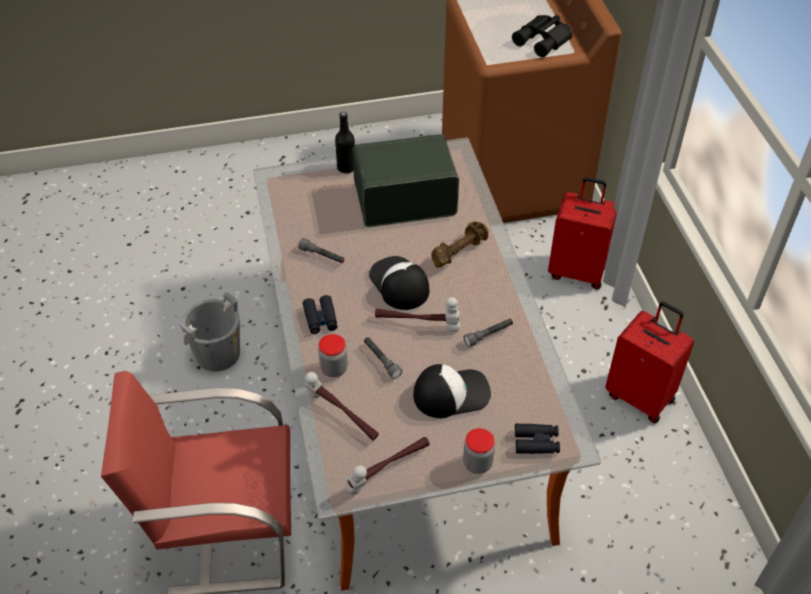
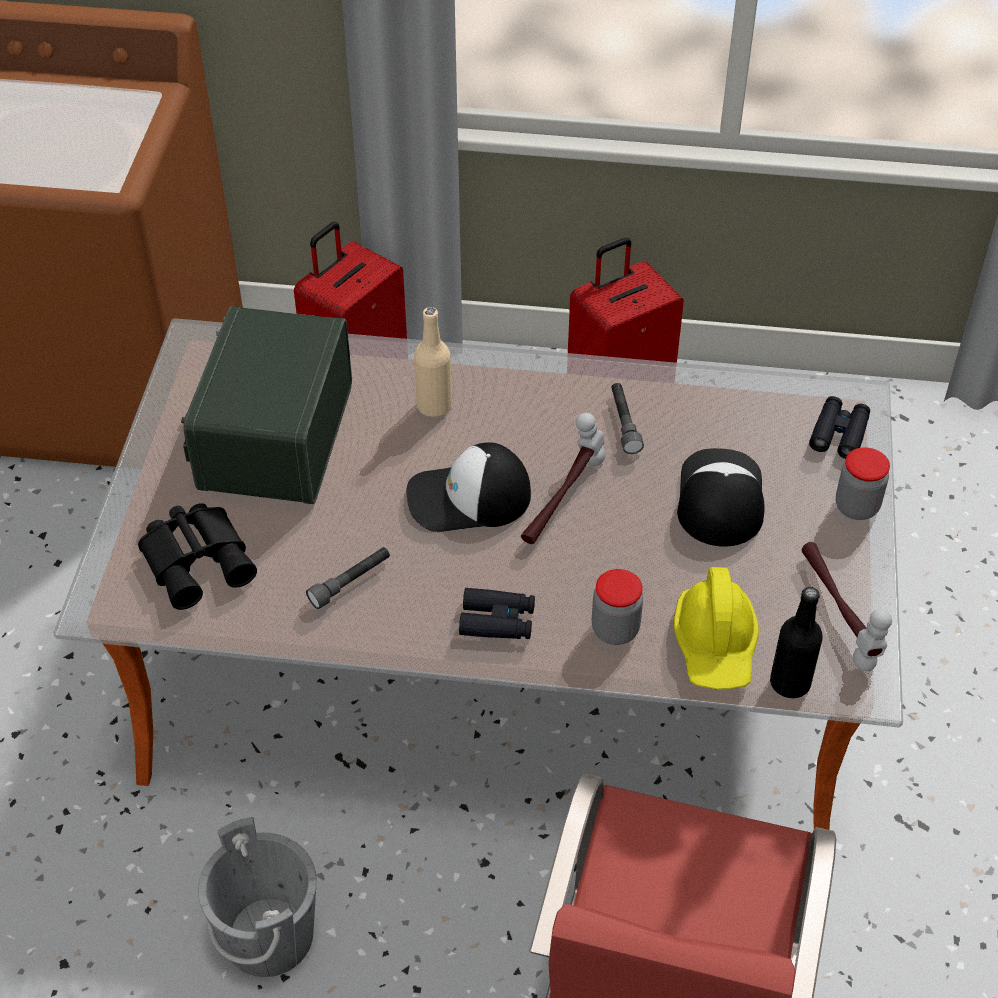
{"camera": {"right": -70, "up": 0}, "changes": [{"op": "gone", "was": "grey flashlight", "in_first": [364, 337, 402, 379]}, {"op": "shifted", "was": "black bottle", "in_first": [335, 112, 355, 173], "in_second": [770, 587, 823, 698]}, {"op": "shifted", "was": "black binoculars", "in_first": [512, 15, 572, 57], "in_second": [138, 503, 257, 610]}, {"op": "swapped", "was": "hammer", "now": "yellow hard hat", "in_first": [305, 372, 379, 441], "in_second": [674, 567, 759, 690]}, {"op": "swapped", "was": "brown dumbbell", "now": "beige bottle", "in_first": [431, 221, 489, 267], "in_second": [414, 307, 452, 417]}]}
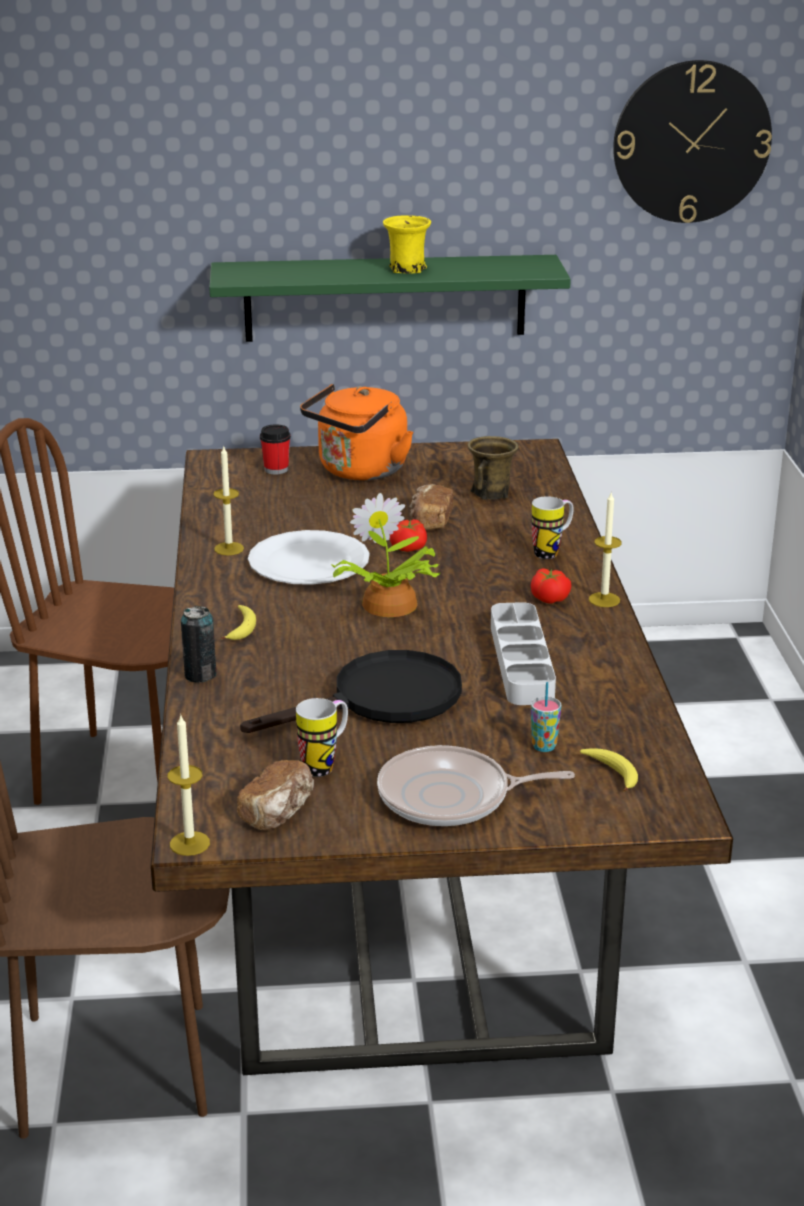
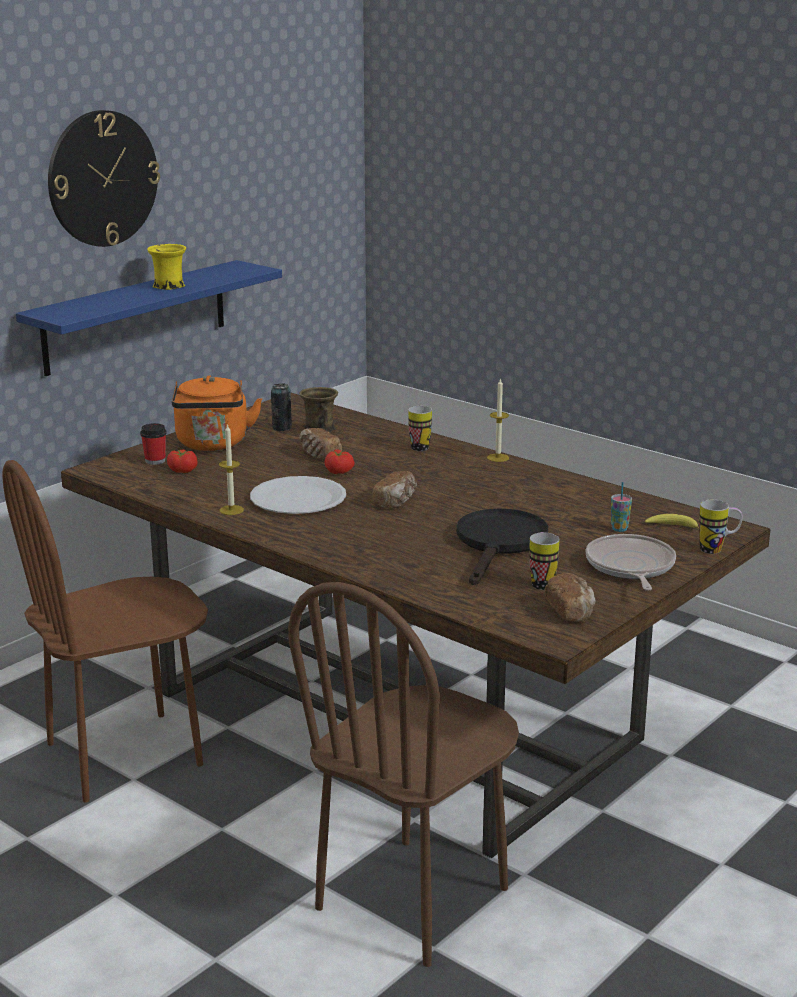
{"camera": {"right": -45, "up": -5}, "changes": [{"op": "gone", "was": "candle", "in_first": [168, 714, 210, 856]}, {"op": "gone", "was": "banana", "in_first": [221, 605, 256, 640]}, {"op": "gone", "was": "grey tray", "in_first": [491, 602, 556, 705]}, {"op": "new", "now": "mug", "in_second": [699, 500, 742, 554]}, {"op": "shifted", "was": "can", "in_first": [181, 606, 216, 683], "in_second": [271, 383, 292, 431]}, {"op": "shifted", "was": "tomato", "in_first": [531, 568, 571, 604], "in_second": [167, 449, 197, 473]}, {"op": "shifted", "was": "wall clock", "in_first": [613, 60, 772, 223], "in_second": [48, 110, 160, 247]}, {"op": "swapped", "was": "potted plant", "now": "bread", "in_first": [331, 493, 441, 617], "in_second": [372, 471, 417, 509]}, {"op": "repainted", "was": "green shelf", "now": "blue shelf", "in_first": [209, 255, 571, 342], "in_second": [16, 260, 282, 376]}, {"op": "rotated", "was": "frying pan", "in_first": [377, 745, 575, 826], "in_second": [585, 534, 676, 590], "clockwise": 135}]}
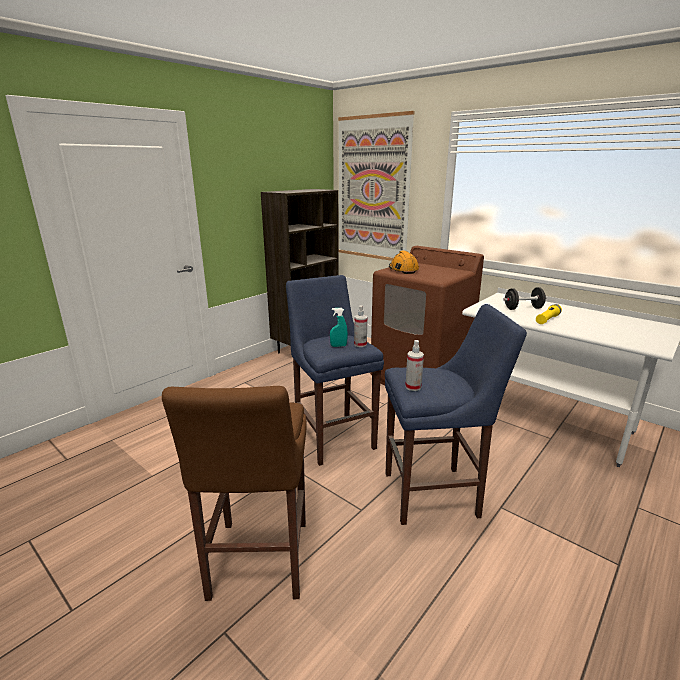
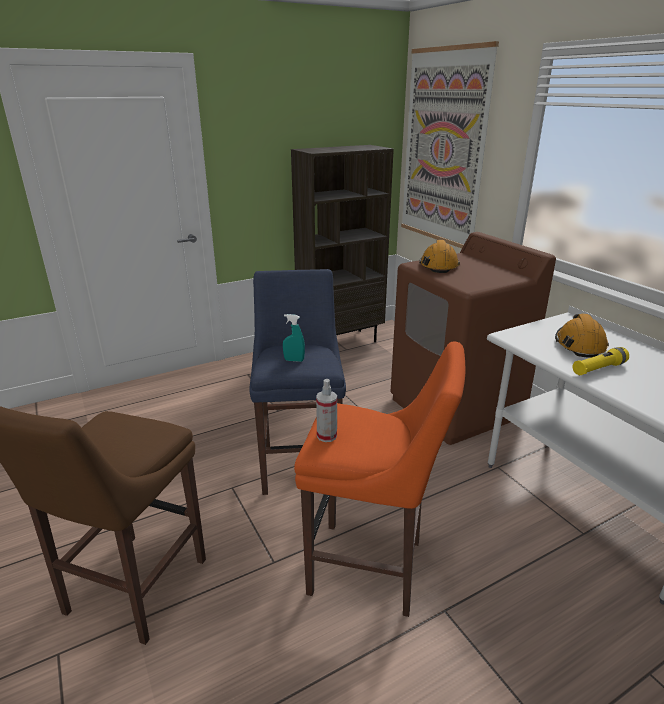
{"camera": {"right": 20, "up": 5}, "changes": [{"op": "gone", "was": "spray bottle", "in_first": [354, 305, 367, 347]}, {"op": "swapped", "was": "black dumbbell", "now": "orange hard hat", "in_first": [503, 287, 547, 310], "in_second": [555, 314, 609, 358]}, {"op": "repainted", "was": "blue stool", "now": "orange stool", "in_first": [385, 304, 527, 525], "in_second": [294, 342, 465, 617]}]}
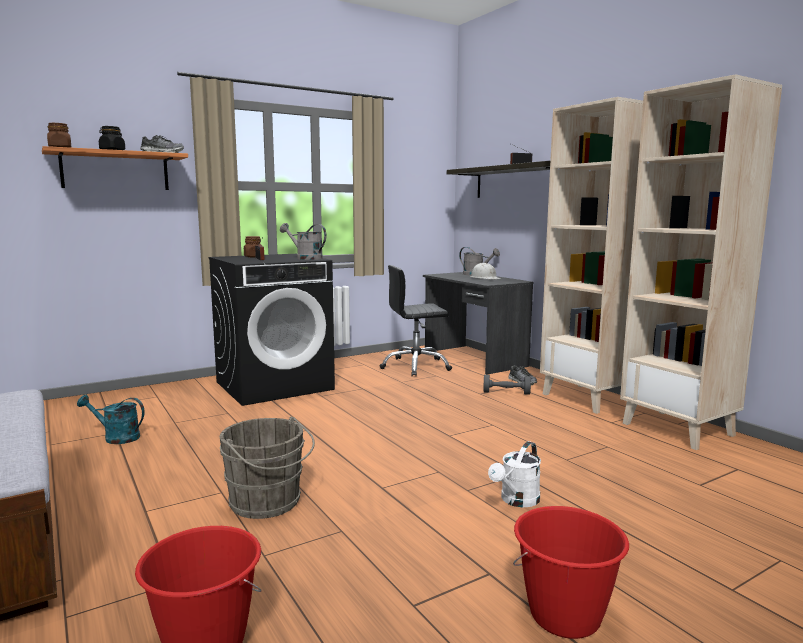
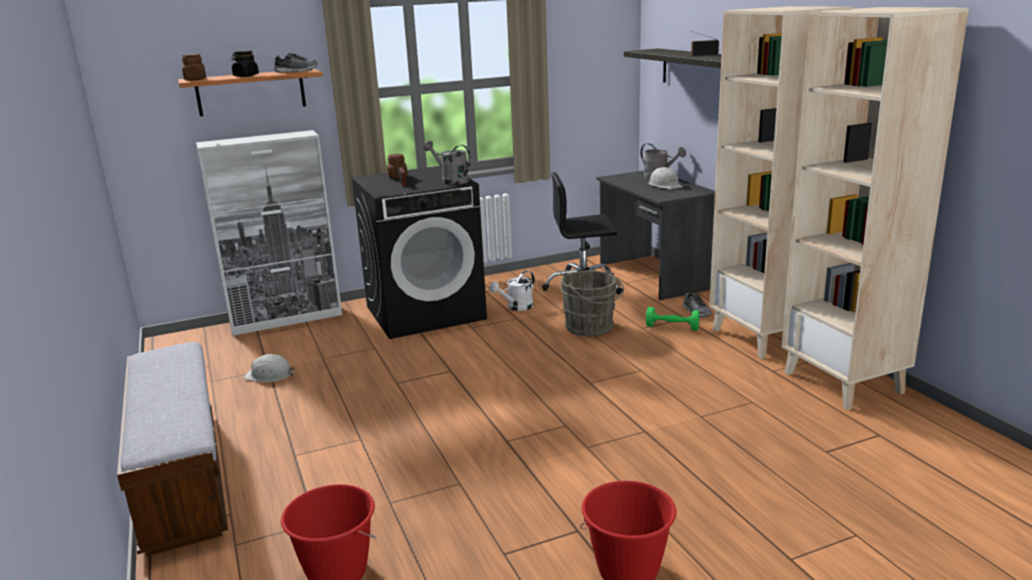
{"camera": {"right": 10, "up": 10}, "changes": [{"op": "new", "now": "white cabinet", "in_second": [196, 130, 342, 336]}, {"op": "shifted", "was": "grey bucket", "in_first": [220, 417, 315, 519], "in_second": [560, 270, 624, 336]}, {"op": "shifted", "was": "white watering can", "in_first": [488, 441, 541, 507], "in_second": [490, 270, 535, 311]}, {"op": "swapped", "was": "turquoise watering can", "now": "white hard hat", "in_first": [77, 395, 145, 444], "in_second": [244, 354, 295, 382]}, {"op": "repainted", "was": "grey dumbbell", "now": "green dumbbell", "in_first": [483, 375, 531, 395], "in_second": [646, 307, 700, 331]}]}
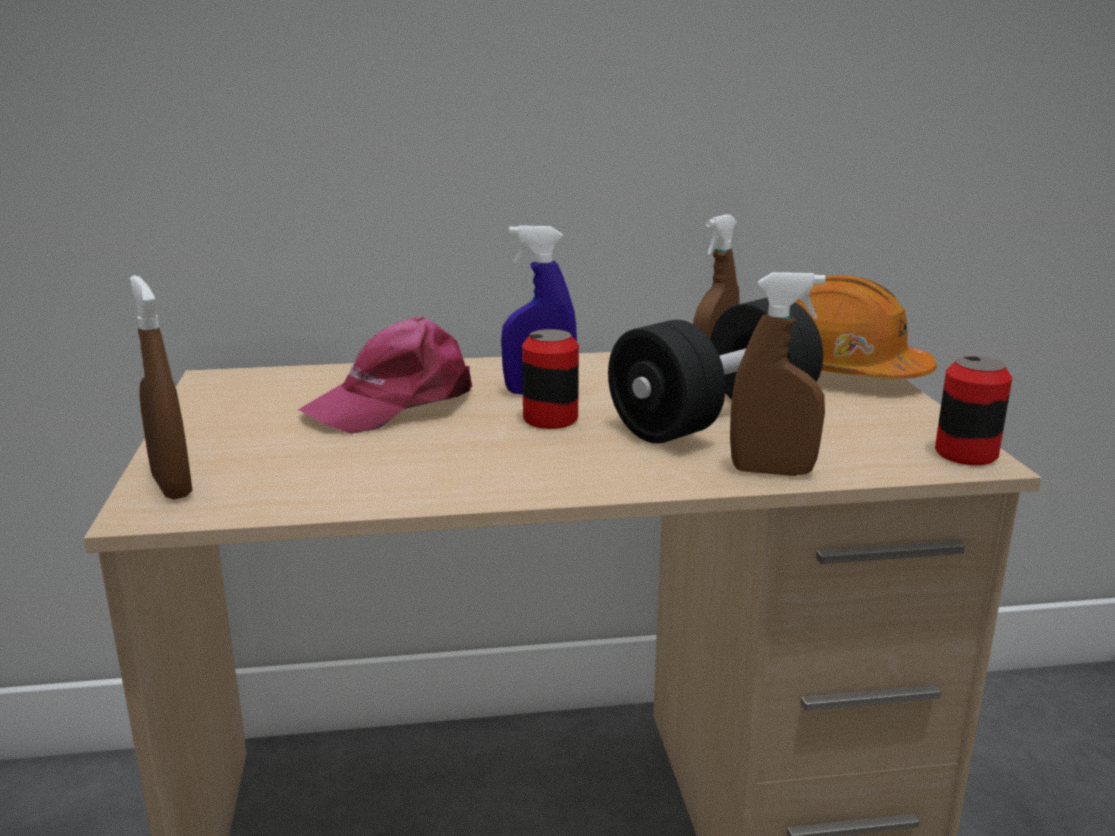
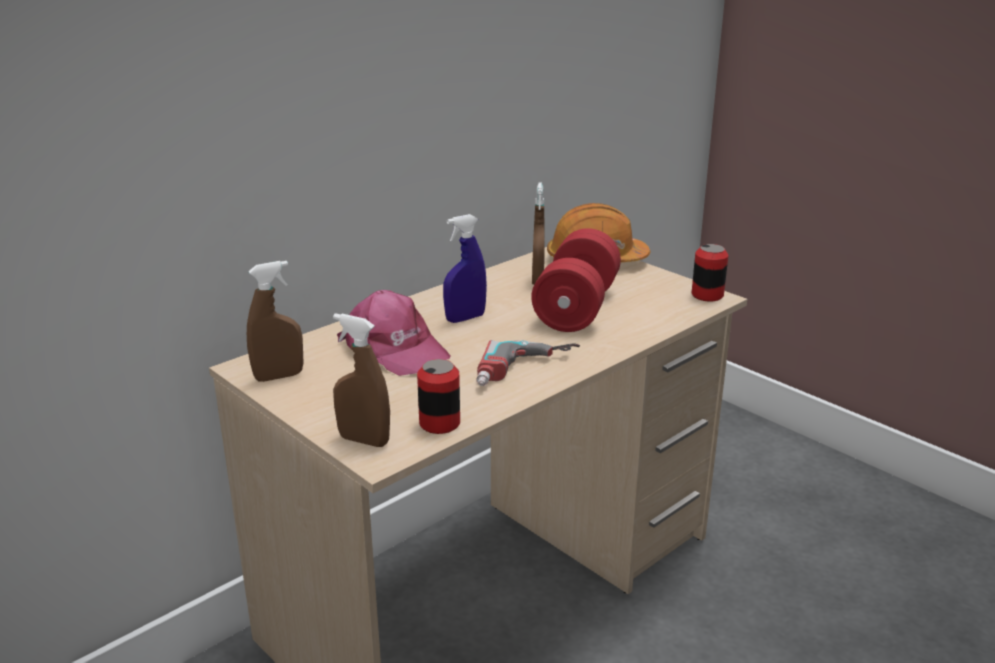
{"camera": {"right": -35, "up": 5}, "changes": [{"op": "new", "now": "power drill", "in_second": [476, 340, 580, 386]}, {"op": "shifted", "was": "can", "in_first": [522, 329, 579, 429], "in_second": [417, 359, 460, 434]}, {"op": "shifted", "was": "brown spray bottle", "in_first": [730, 272, 825, 476], "in_second": [247, 261, 304, 382]}, {"op": "repainted", "was": "black dumbbell", "now": "red dumbbell", "in_first": [608, 298, 823, 443], "in_second": [531, 228, 621, 332]}, {"op": "rotated", "was": "pink cap", "in_first": [298, 316, 472, 434], "in_second": [337, 290, 450, 376], "clockwise": -60}]}
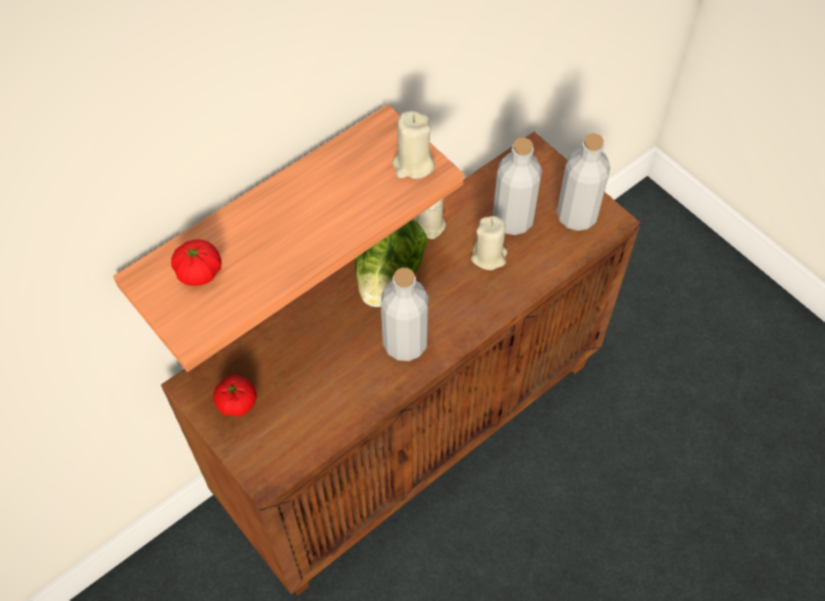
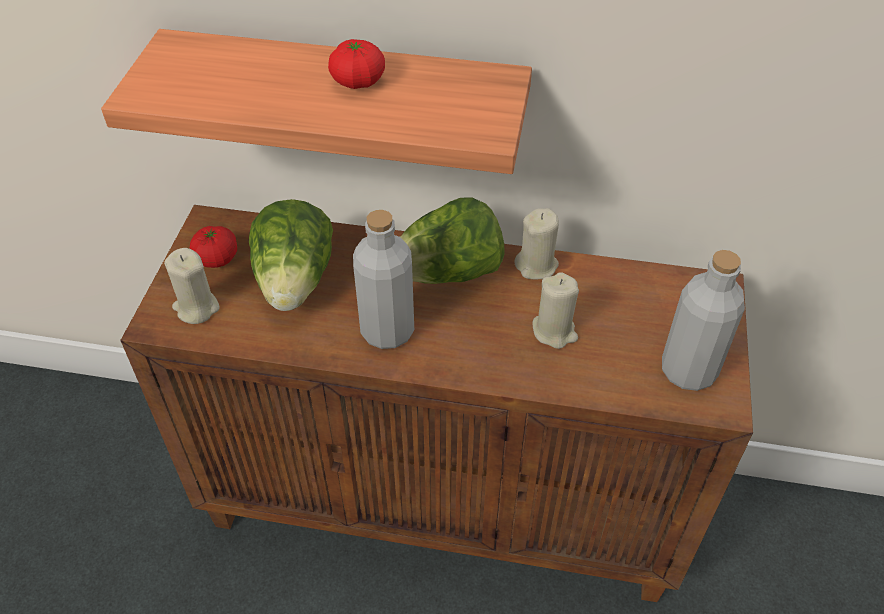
{"camera": {"right": 50, "up": -10}, "changes": [{"op": "gone", "was": "grey bottle", "in_first": [493, 137, 542, 235]}, {"op": "new", "now": "lettuce", "in_second": [249, 199, 333, 311]}, {"op": "shifted", "was": "tomato", "in_first": [171, 239, 222, 286], "in_second": [328, 39, 385, 89]}, {"op": "shifted", "was": "beige candle", "in_first": [392, 111, 435, 179], "in_second": [164, 248, 220, 324]}]}
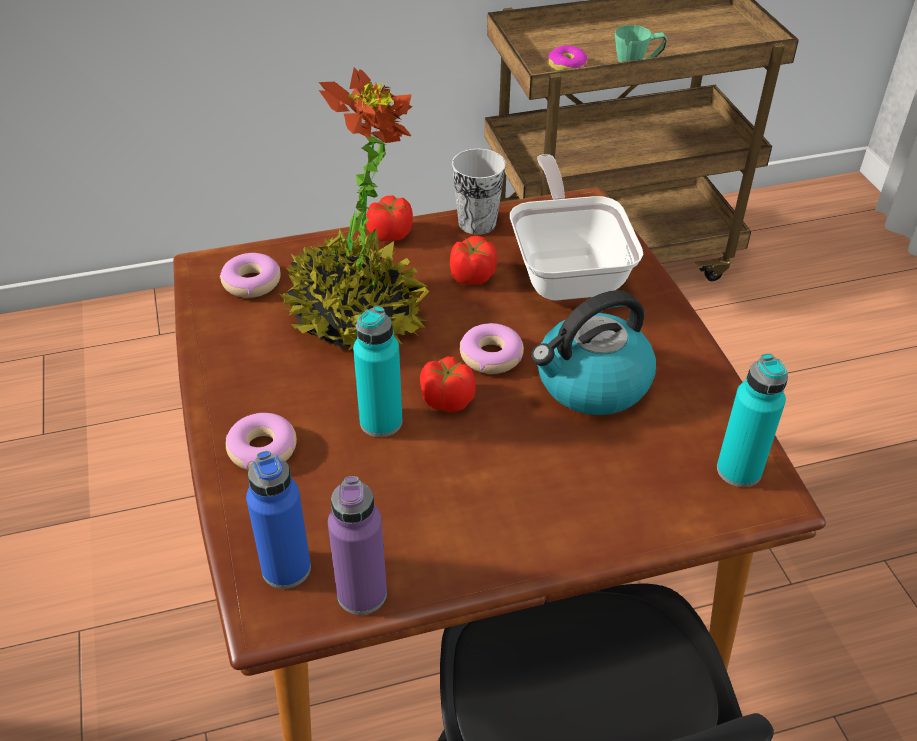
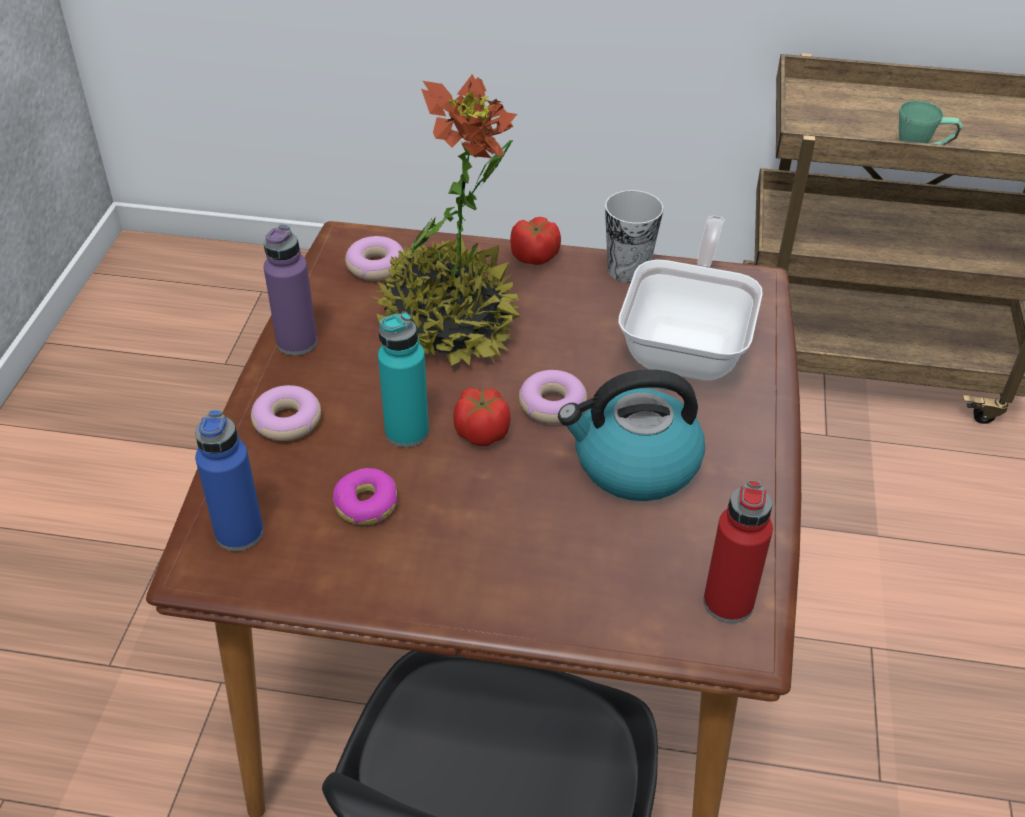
{"camera": {"right": 25, "up": 0}, "changes": [{"op": "gone", "was": "tomato", "in_first": [450, 236, 497, 285]}, {"op": "shifted", "was": "purple bottle", "in_first": [328, 476, 387, 615], "in_second": [264, 224, 317, 356]}, {"op": "shifted", "was": "donut", "in_first": [548, 45, 588, 71], "in_second": [333, 468, 398, 525]}, {"op": "repainted", "was": "turquoise bottle", "now": "red bottle", "in_first": [717, 354, 788, 487], "in_second": [703, 480, 773, 623]}]}
